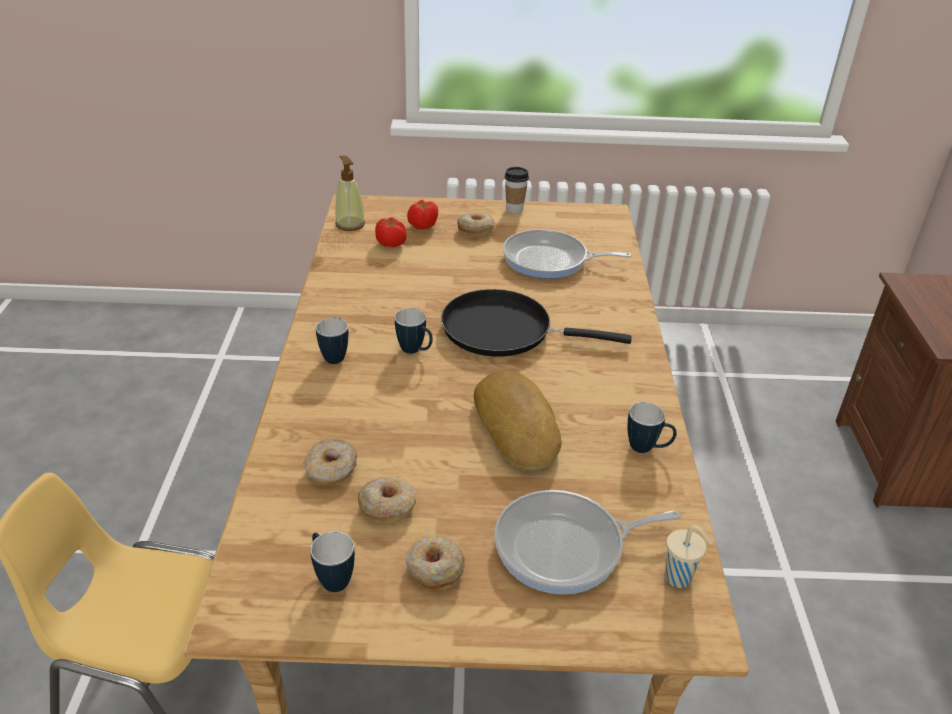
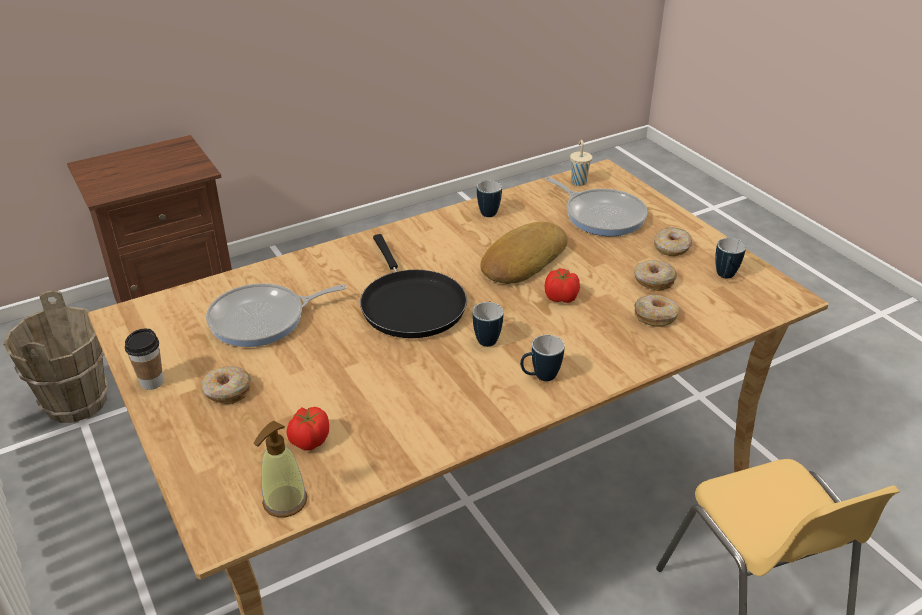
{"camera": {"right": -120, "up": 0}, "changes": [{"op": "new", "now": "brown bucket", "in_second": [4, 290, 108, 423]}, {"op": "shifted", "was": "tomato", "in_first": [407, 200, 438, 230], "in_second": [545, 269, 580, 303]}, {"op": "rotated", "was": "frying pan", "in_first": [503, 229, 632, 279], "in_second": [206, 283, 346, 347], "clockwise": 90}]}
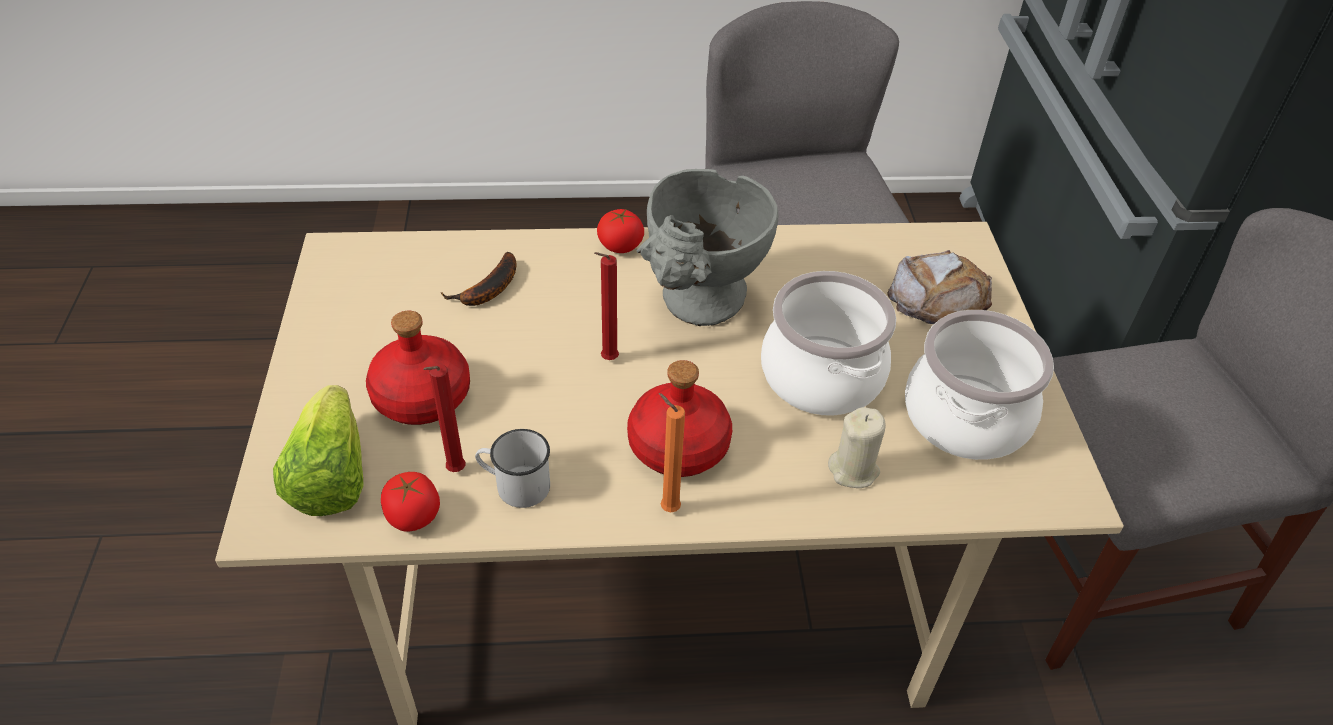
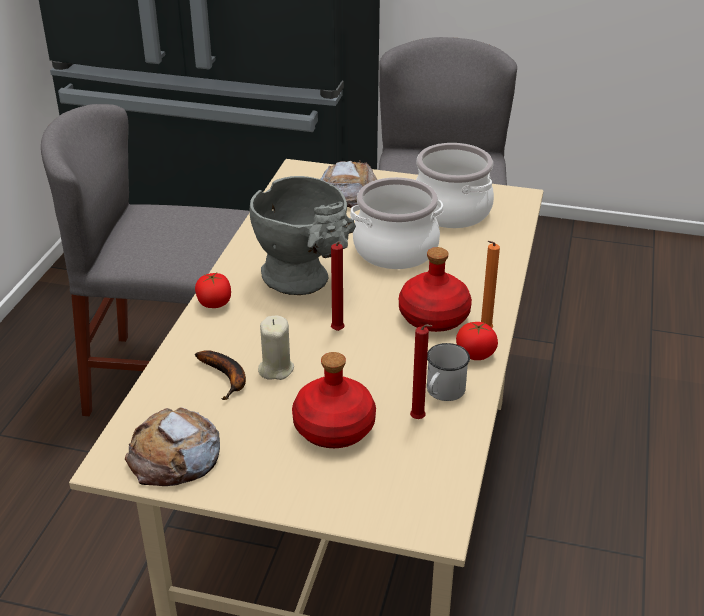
{"camera": {"right": -70, "up": -10}, "changes": [{"op": "gone", "was": "lettuce", "in_first": [273, 385, 364, 516]}, {"op": "new", "now": "bread", "in_second": [125, 407, 220, 486]}, {"op": "shifted", "was": "tomato", "in_first": [381, 472, 440, 531], "in_second": [456, 322, 498, 360]}, {"op": "shifted", "was": "beige candle", "in_first": [828, 407, 886, 488], "in_second": [258, 316, 294, 380]}]}
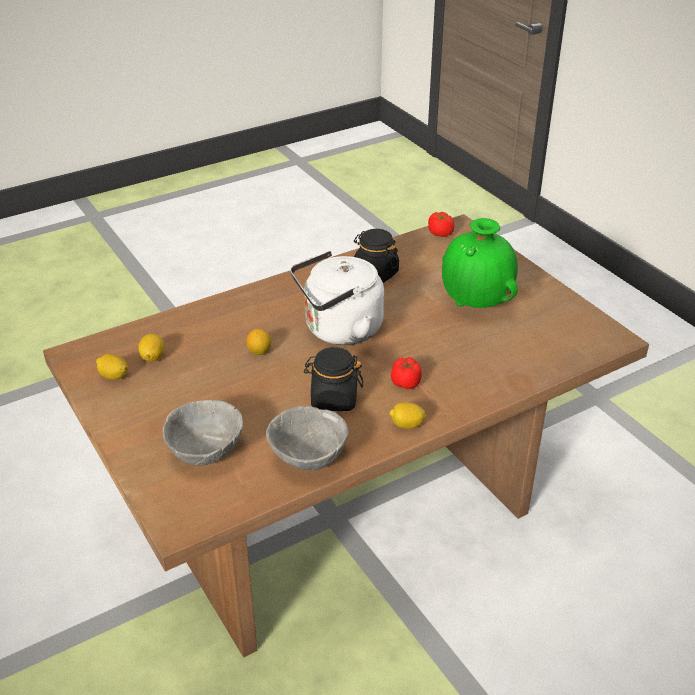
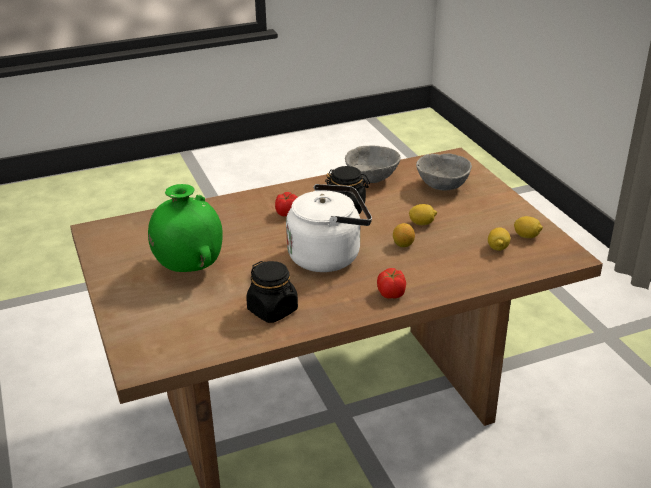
{"camera": {"right": -170, "up": -5}, "changes": [{"op": "shifted", "was": "lemon", "in_first": [389, 402, 426, 429], "in_second": [409, 204, 437, 225]}, {"op": "shifted", "was": "tomato", "in_first": [428, 212, 454, 237], "in_second": [377, 268, 406, 299]}]}
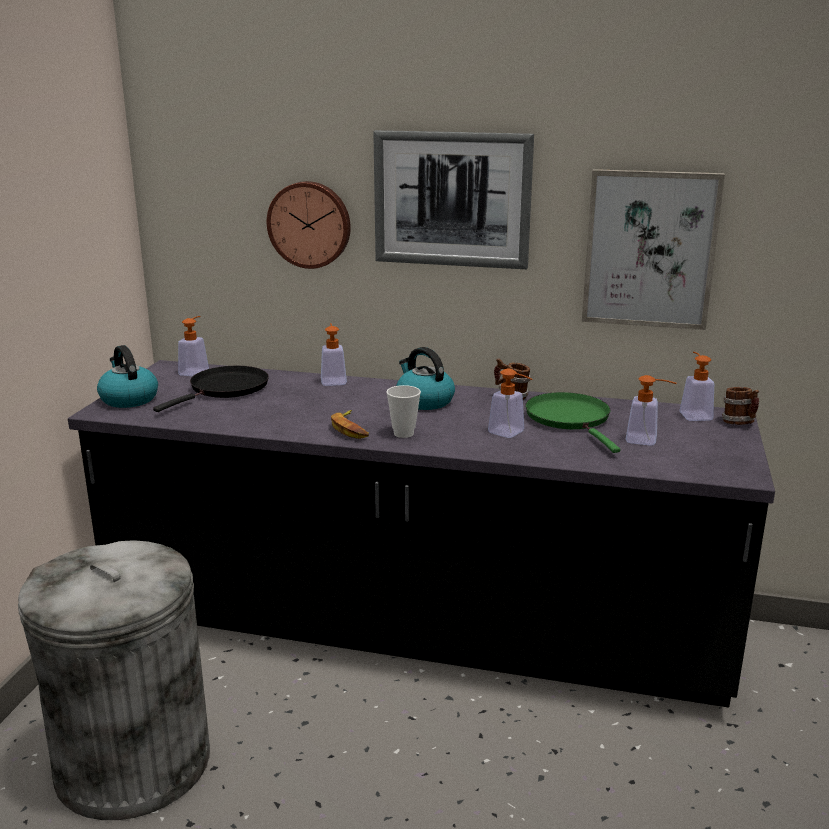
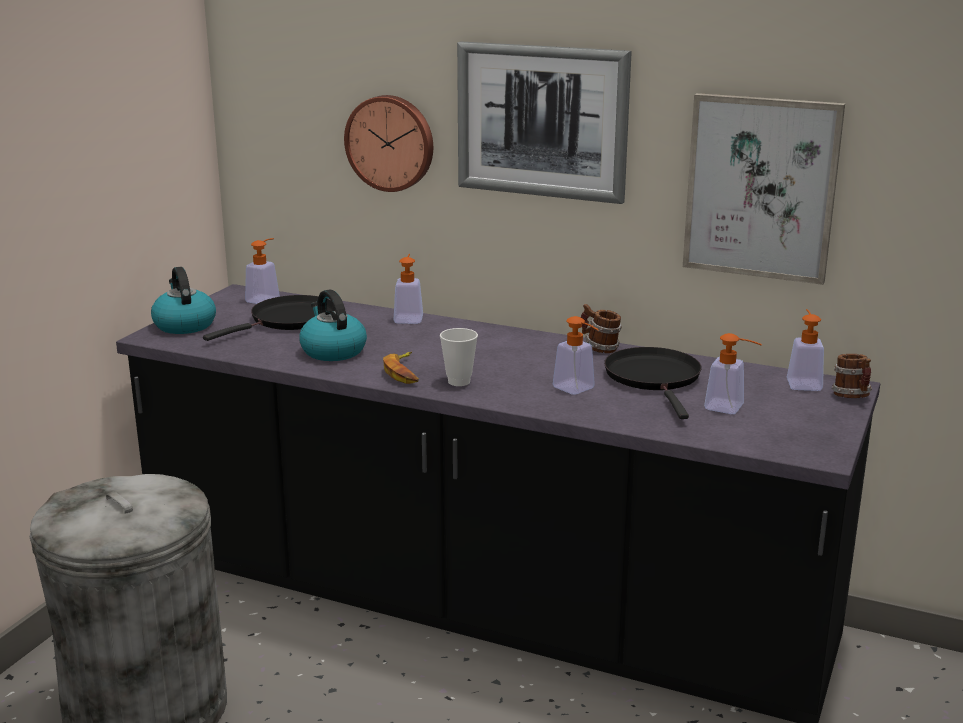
{"camera": {"right": 10, "up": 0}, "changes": [{"op": "shifted", "was": "kettle", "in_first": [396, 347, 455, 410], "in_second": [299, 290, 367, 361]}, {"op": "repainted", "was": "green frying pan", "now": "black frying pan", "in_first": [525, 392, 620, 453], "in_second": [604, 347, 702, 419]}]}
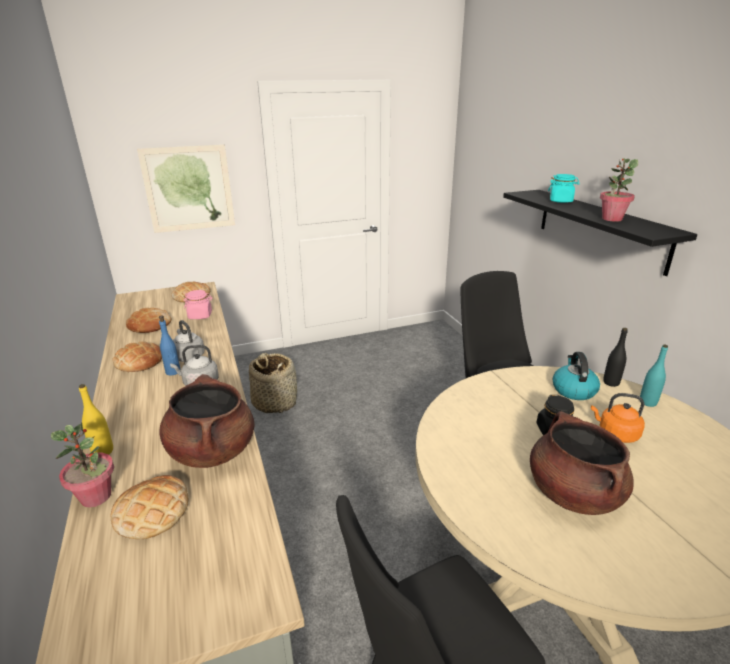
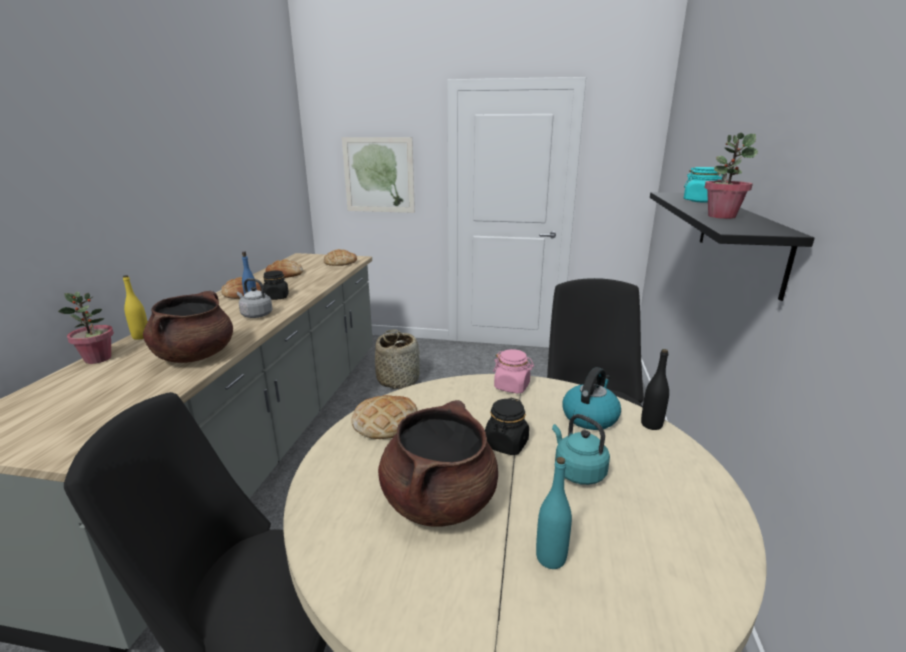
{"camera": {"right": 30, "up": -5}, "changes": [{"op": "shifted", "was": "bread", "in_first": [110, 475, 188, 539], "in_second": [351, 395, 417, 439]}, {"op": "shifted", "was": "pink jar", "in_first": [184, 290, 212, 319], "in_second": [493, 349, 534, 394]}, {"op": "shifted", "was": "turquoise bottle", "in_first": [640, 345, 668, 407], "in_second": [536, 457, 572, 569]}, {"op": "swapped", "was": "grey kettle", "now": "black jar", "in_first": [173, 320, 205, 362], "in_second": [263, 270, 289, 300]}, {"op": "repainted", "was": "orange kettle", "now": "turquoise kettle", "in_first": [591, 393, 645, 443], "in_second": [552, 414, 610, 485]}]}
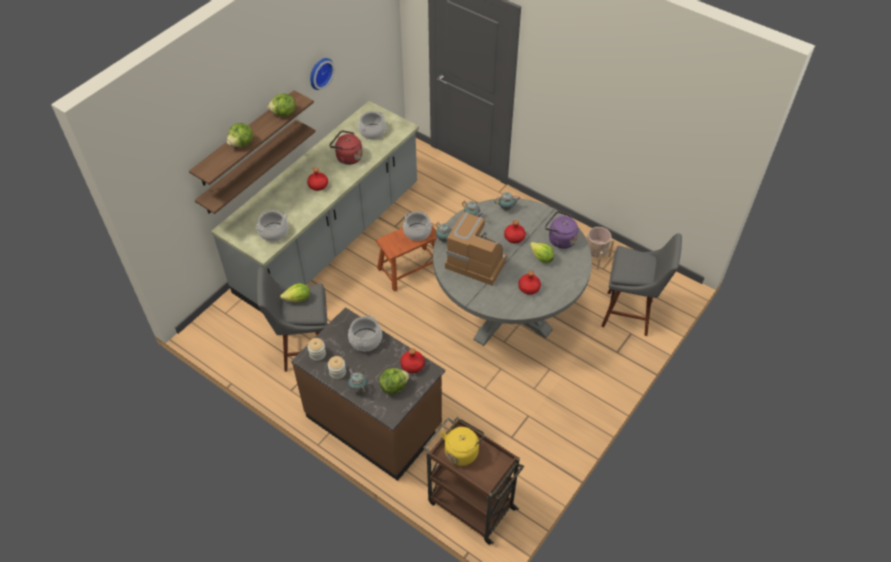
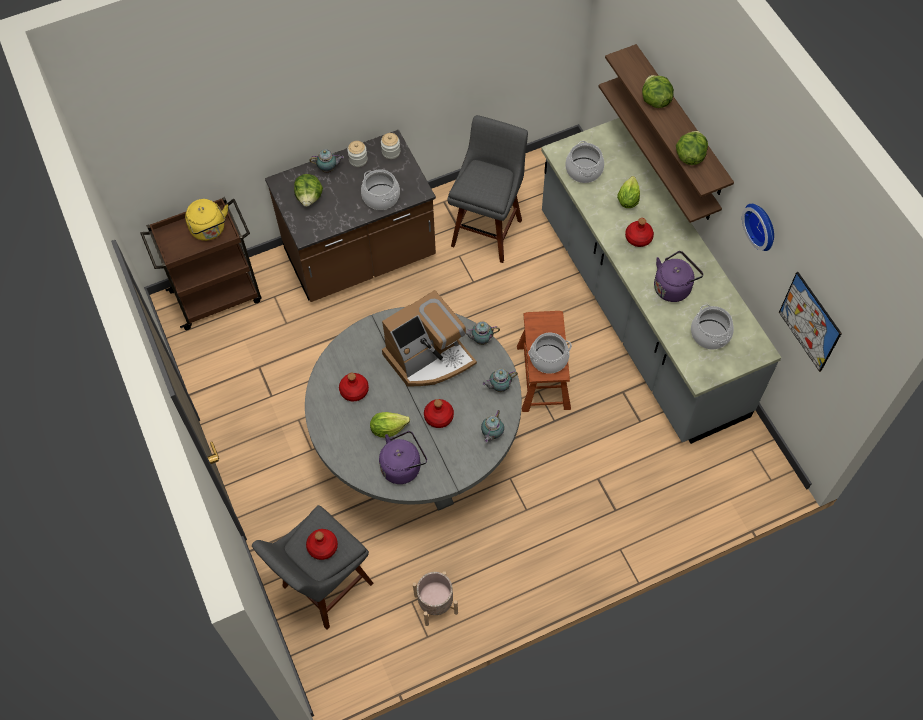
{"camera": {"right": 120, "up": 10}, "changes": [{"op": "new", "now": "picture", "in_second": [779, 272, 842, 372]}, {"op": "shifted", "was": "lettuce", "in_first": [280, 283, 310, 302], "in_second": [617, 176, 640, 208]}, {"op": "shifted", "was": "red bottle", "in_first": [400, 348, 425, 373], "in_second": [306, 529, 338, 560]}, {"op": "repainted", "was": "red kettle", "now": "purple kettle", "in_first": [329, 130, 363, 165], "in_second": [654, 251, 703, 302]}]}
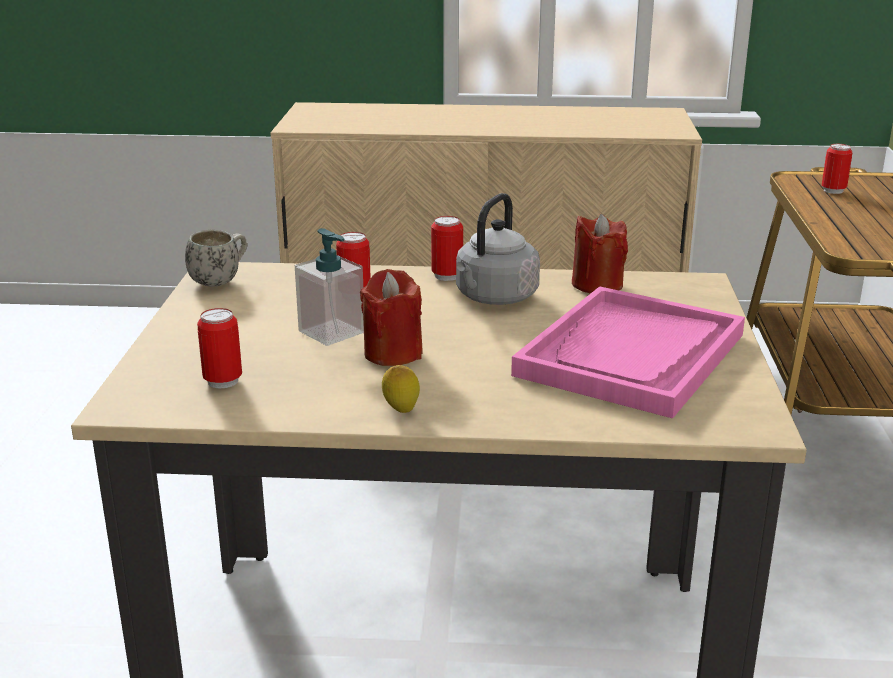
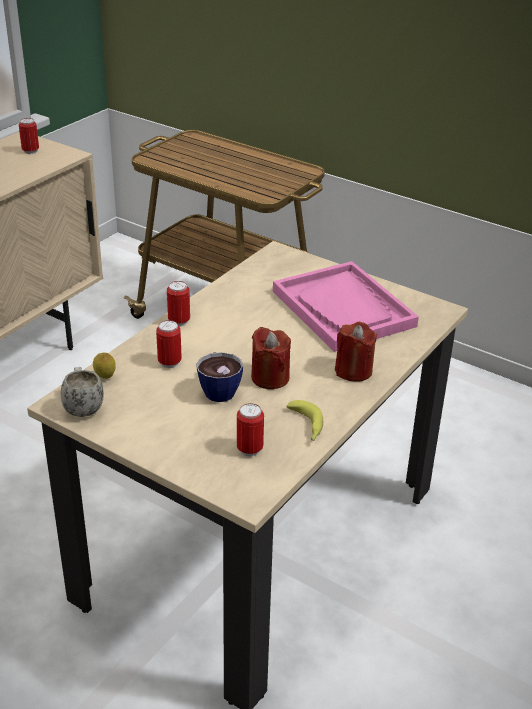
{"camera": {"right": -60, "up": 10}, "changes": [{"op": "gone", "was": "grey kettle", "in_first": [456, 193, 540, 305]}, {"op": "new", "now": "banana", "in_second": [286, 400, 323, 441]}, {"op": "shifted", "was": "lemon", "in_first": [382, 365, 420, 413], "in_second": [93, 353, 116, 379]}, {"op": "shifted", "was": "red candle", "in_first": [572, 214, 628, 294], "in_second": [335, 322, 377, 382]}, {"op": "shifted", "was": "can", "in_first": [822, 144, 853, 194], "in_second": [19, 118, 39, 154]}, {"op": "swapped", "was": "soap dispenser", "now": "cup", "in_first": [295, 228, 364, 346], "in_second": [196, 352, 243, 402]}]}
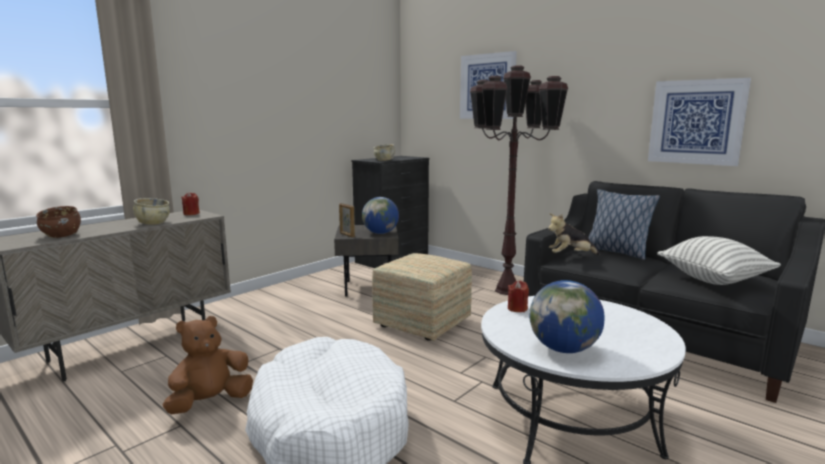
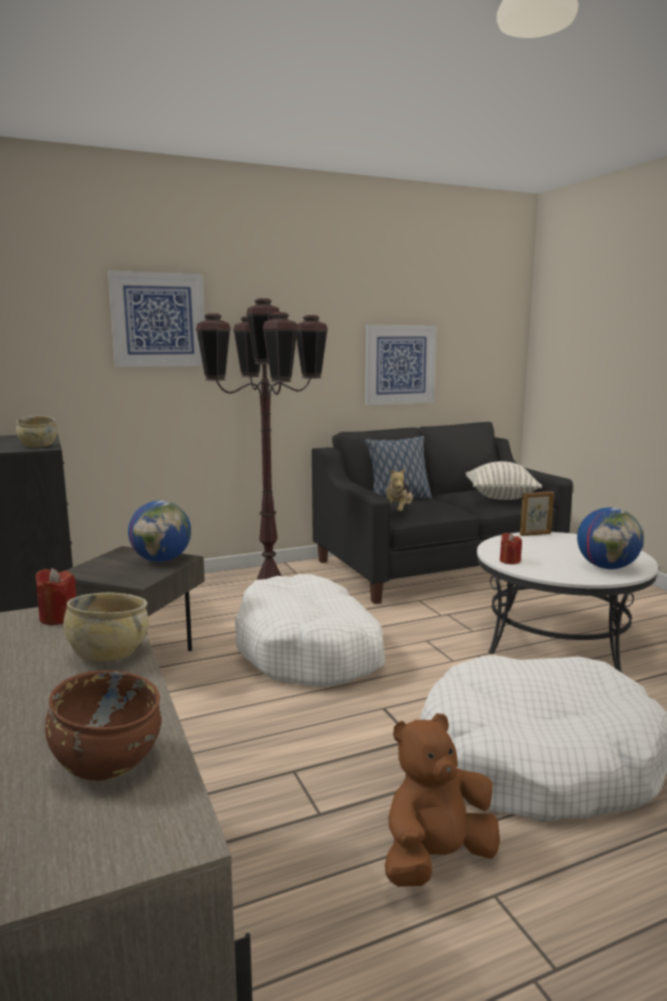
{"camera": {"right": -65, "up": 0}, "changes": [{"op": "shifted", "was": "picture frame", "in_first": [339, 203, 355, 238], "in_second": [520, 491, 554, 536]}, {"op": "swapped", "was": "ottoman", "now": "white dog bed", "in_first": [372, 253, 472, 341], "in_second": [235, 574, 385, 687]}, {"op": "rotated", "was": "brown plush toy", "in_first": [163, 316, 253, 414], "in_second": [385, 713, 500, 887], "clockwise": 75}]}
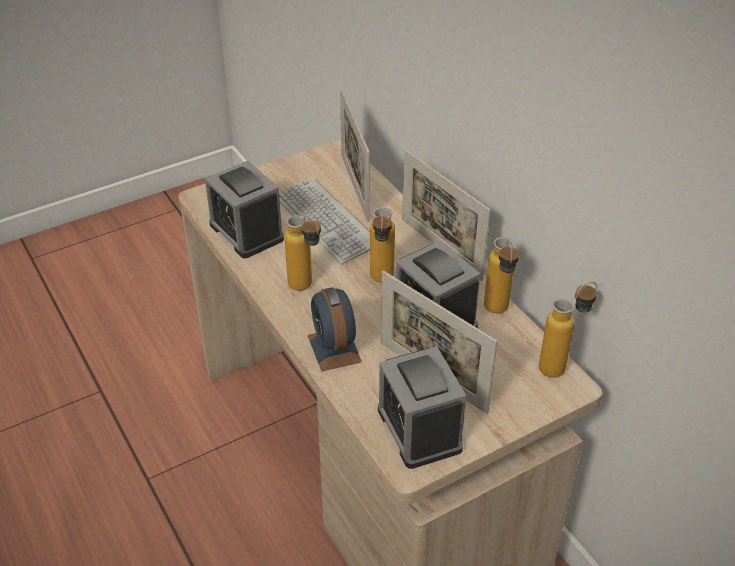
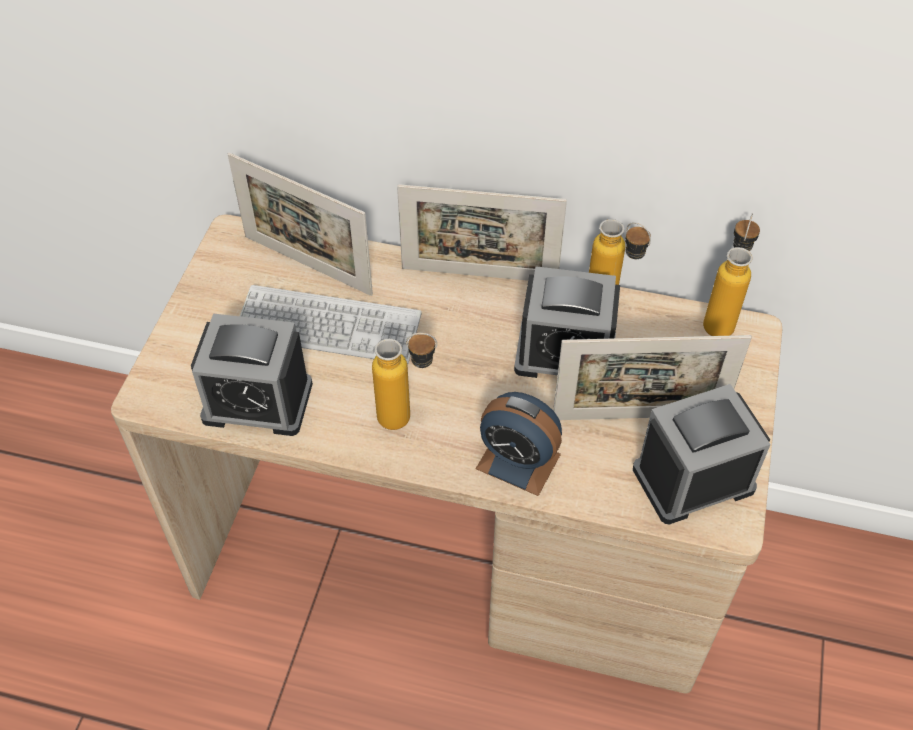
{"camera": {"right": -45, "up": 10}, "changes": [{"op": "gone", "was": "bottle", "in_first": [370, 207, 395, 282]}, {"op": "rotated", "was": "alarm clock", "in_first": [378, 346, 466, 469], "in_second": [633, 384, 771, 524], "clockwise": 135}]}
